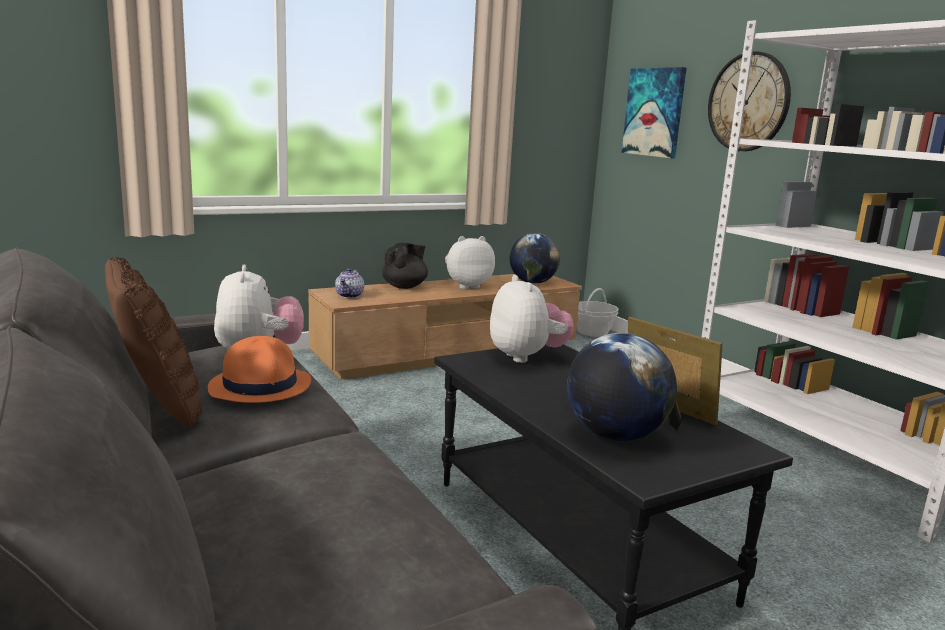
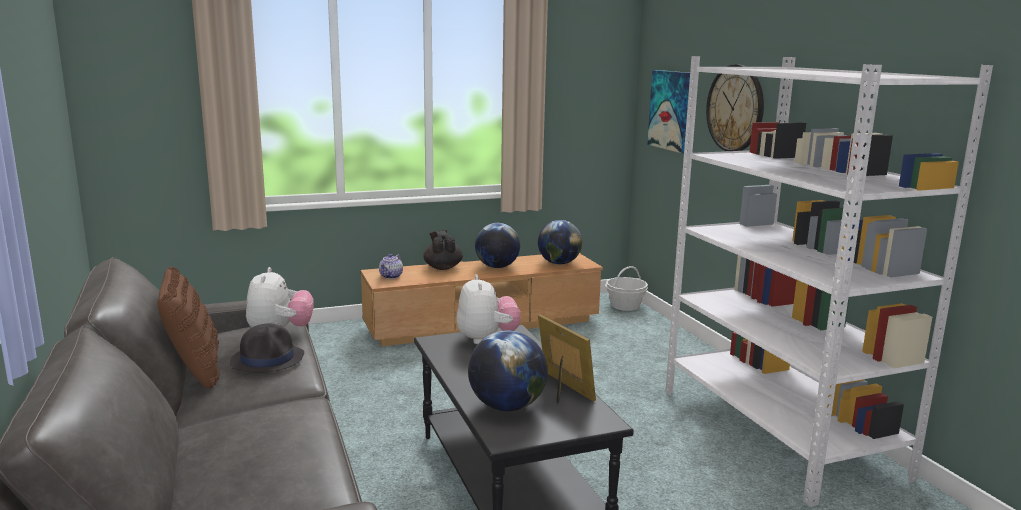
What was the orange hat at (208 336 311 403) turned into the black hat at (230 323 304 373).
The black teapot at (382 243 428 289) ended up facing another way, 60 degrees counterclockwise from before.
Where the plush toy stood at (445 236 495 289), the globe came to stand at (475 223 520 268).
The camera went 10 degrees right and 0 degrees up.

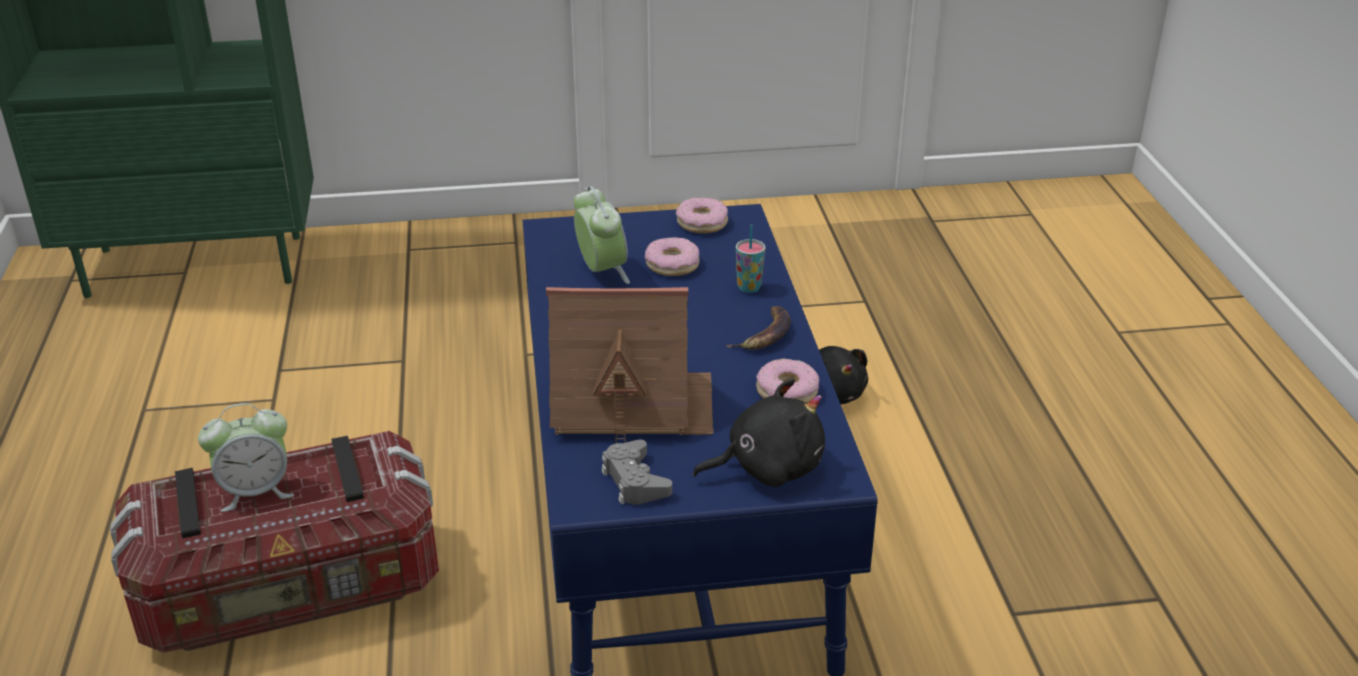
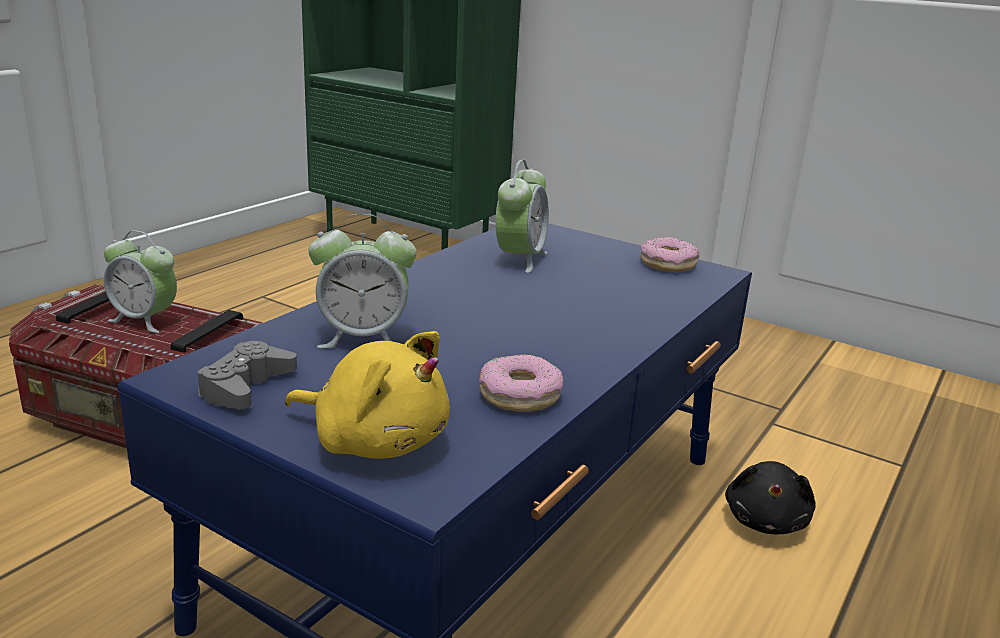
What was the black plush toy at (693 378 825 487) turned into the yellow plush toy at (285 331 450 459).
Where the toy house stood at (546 287 714 443), the alarm clock came to stand at (308 214 417 349).
The second view lost the donut at (645 237 700 276).
The second view lost the banana at (725 306 791 350).
The second view lost the cup at (736 225 766 293).
The camera went 40 degrees right and 10 degrees down.

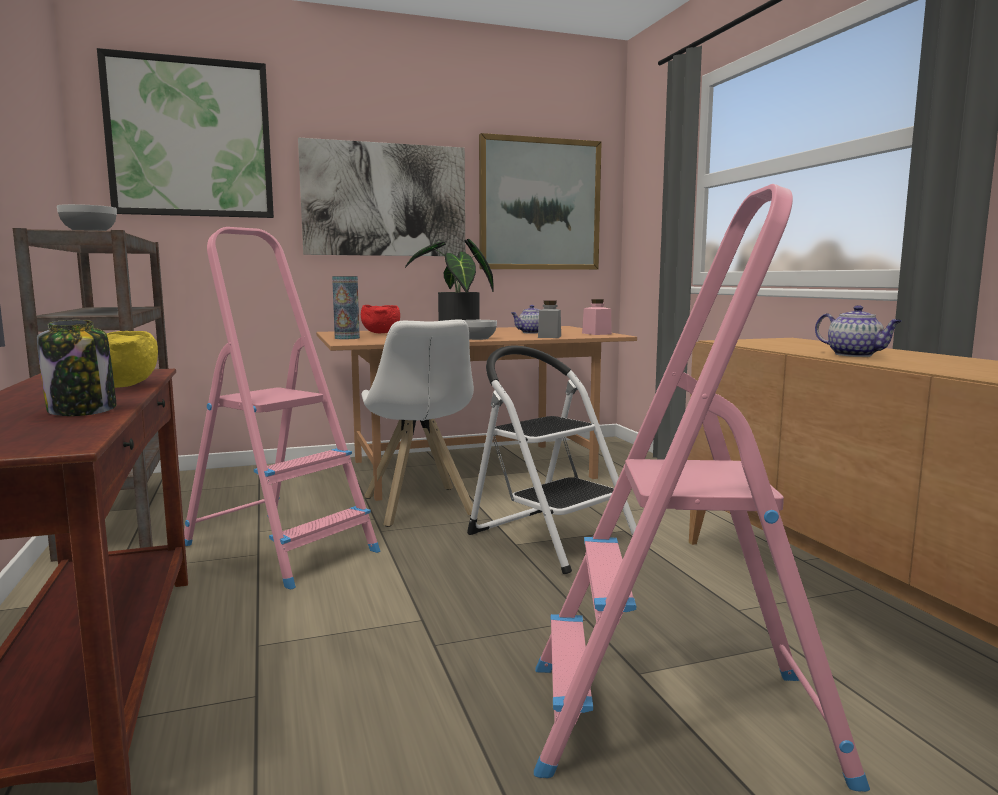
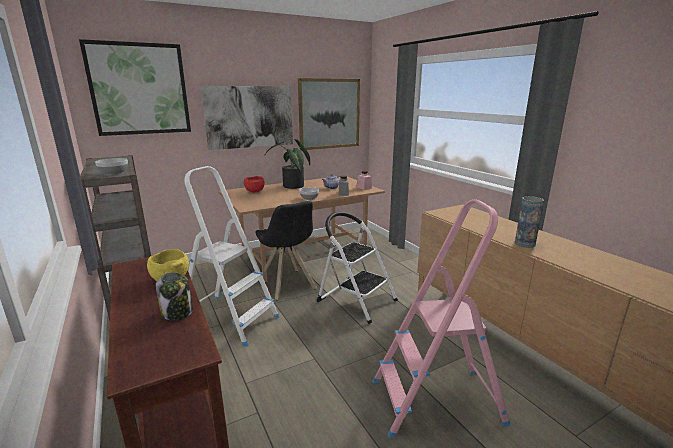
What was the pink step ladder at (184 227 380 589) turned into the white step ladder at (185 166 280 347).
What was the white chair at (361 319 474 527) turned into the black chair at (255 201 317 300).
The vase ended up elsewhere, having gone from (332 276 360 339) to (515 196 544 248).
The second view lost the teapot at (815 305 902 357).
The camera went 10 degrees left and 10 degrees up.

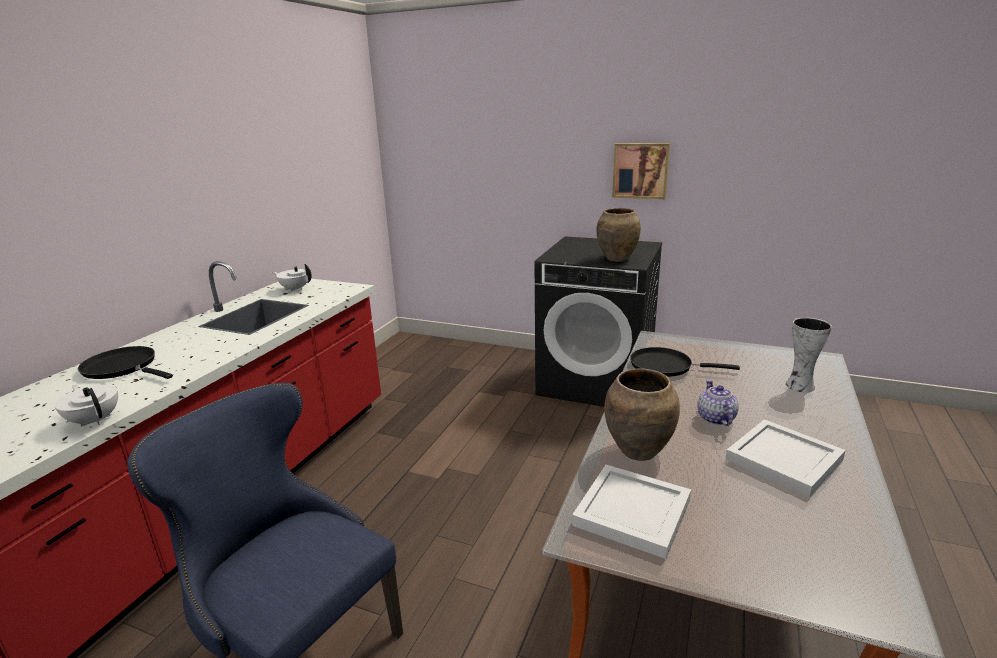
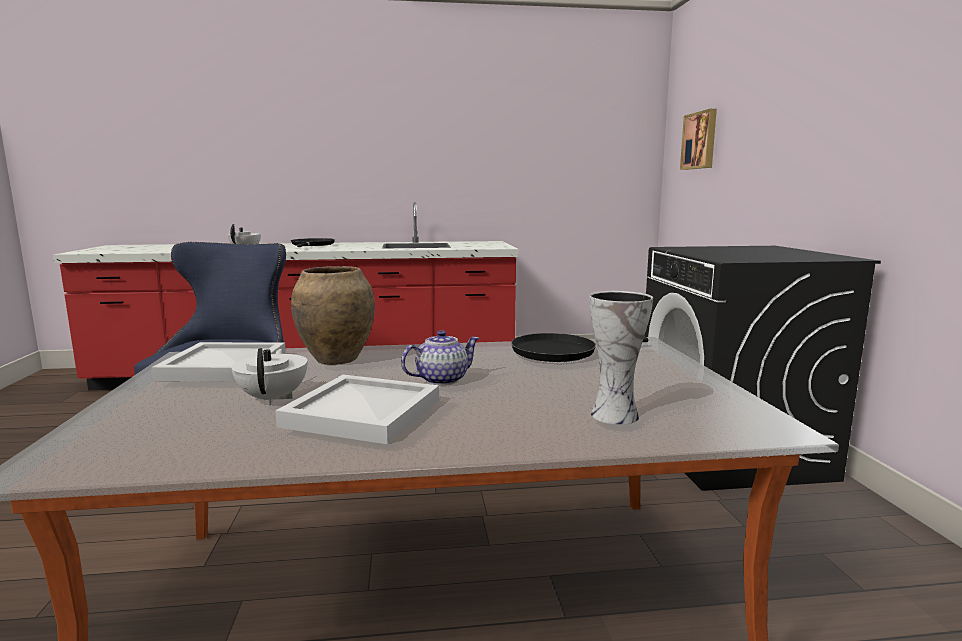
The white teapot ended up elsewhere, having gone from (273 264 312 292) to (231 348 308 405).
The black frying pan at (630 347 740 377) ended up facing another way, 90 degrees counterclockwise from before.
The picture ended up elsewhere, having gone from (612 143 670 199) to (680 109 717 170).
The second view lost the brown vase at (596 208 641 262).
The camera went 60 degrees right and 10 degrees down.

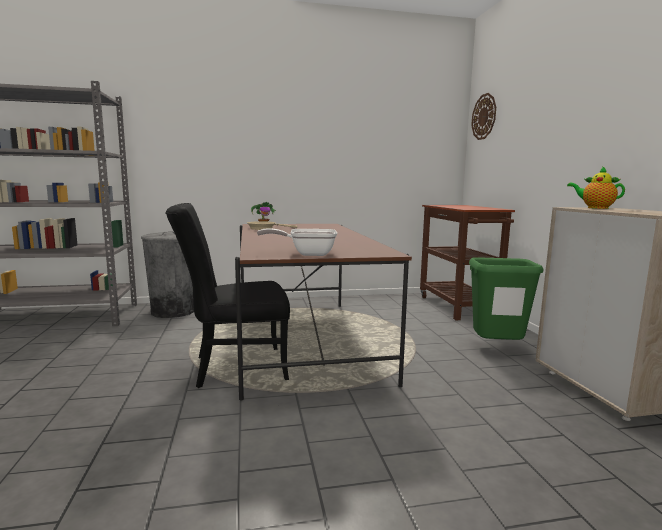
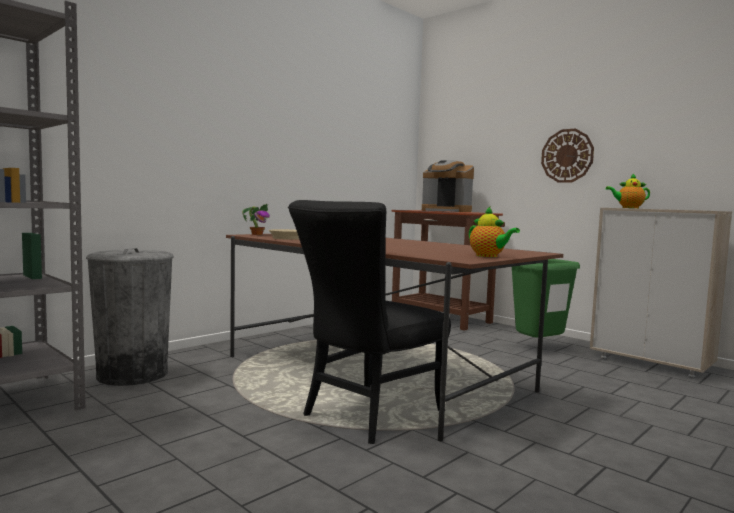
The second view gained the coffee machine at (422 160 474 212).
Where the frying pan stood at (257 228 337 256), the teapot came to stand at (469 207 520 257).
The wall clock ended up elsewhere, having gone from (471 93 496 140) to (541 129 594 183).
The camera went 35 degrees left and 5 degrees down.

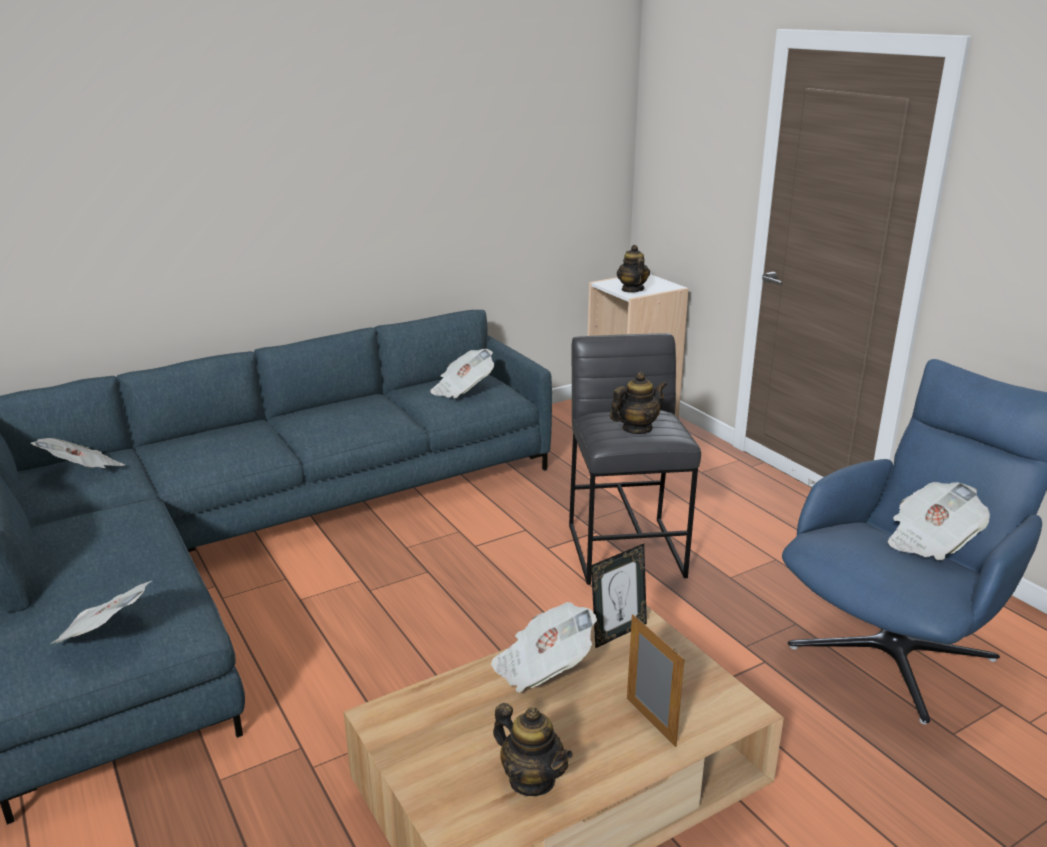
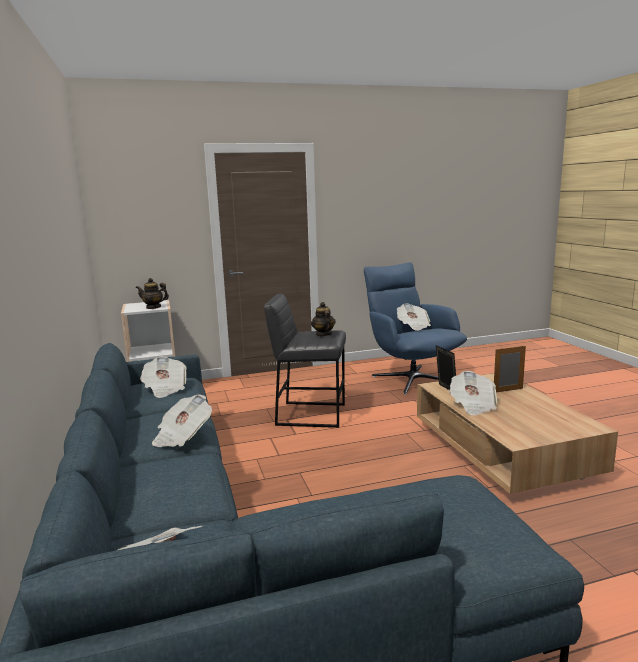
The newspaper ended up elsewhere, having gone from (51 580 153 644) to (152 394 212 447).
The second view lost the teapot at (493 703 573 796).
The camera went 75 degrees left and 10 degrees down.

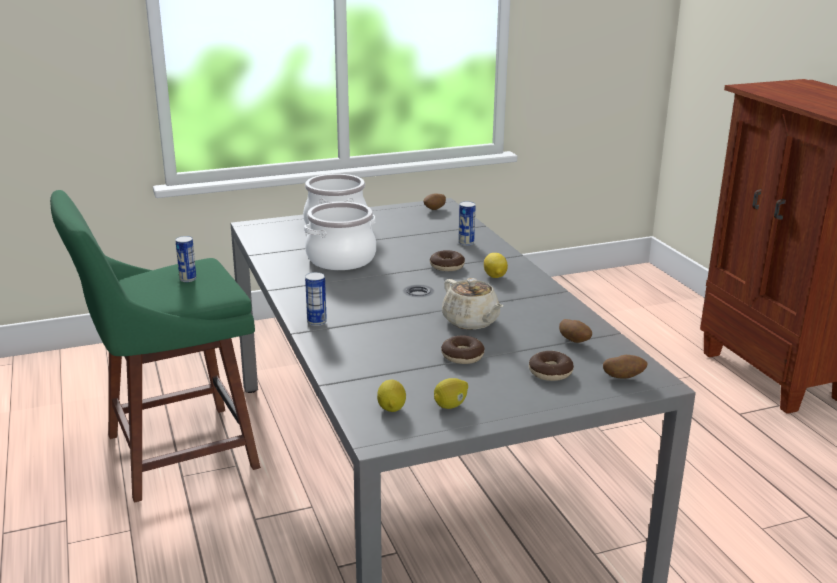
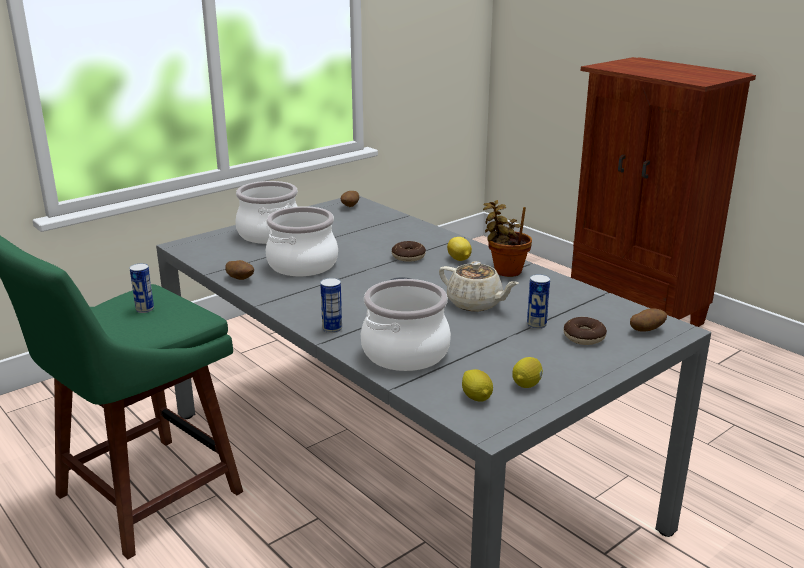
The potato ended up elsewhere, having gone from (559 319 592 343) to (225 260 254 280).
The second view gained the cooking pot at (361 279 451 371).
The second view gained the potted plant at (483 200 532 277).
The can ended up elsewhere, having gone from (458 201 476 246) to (527 274 550 329).
The second view lost the donut at (441 335 485 364).
The camera went 20 degrees left and 0 degrees up.

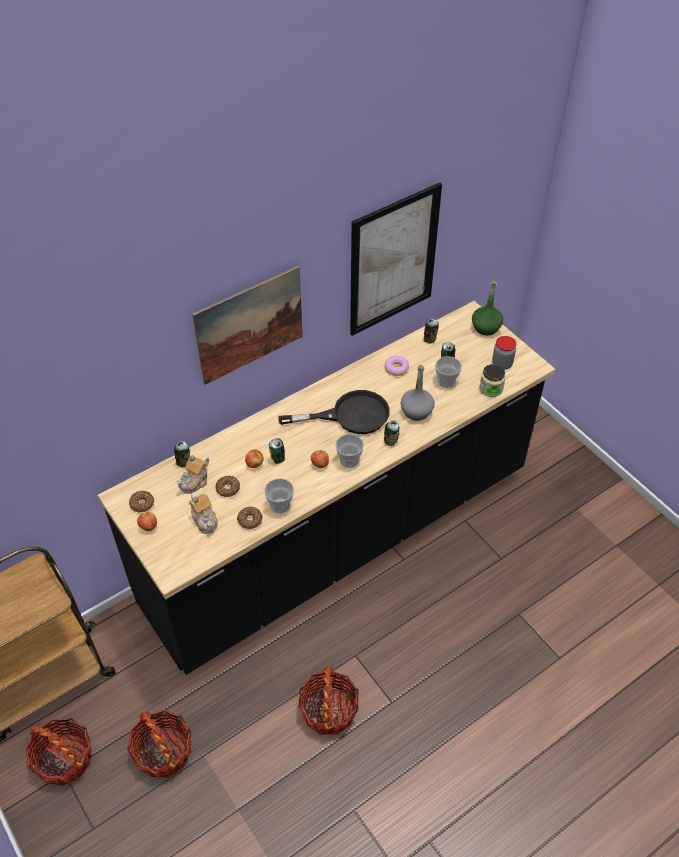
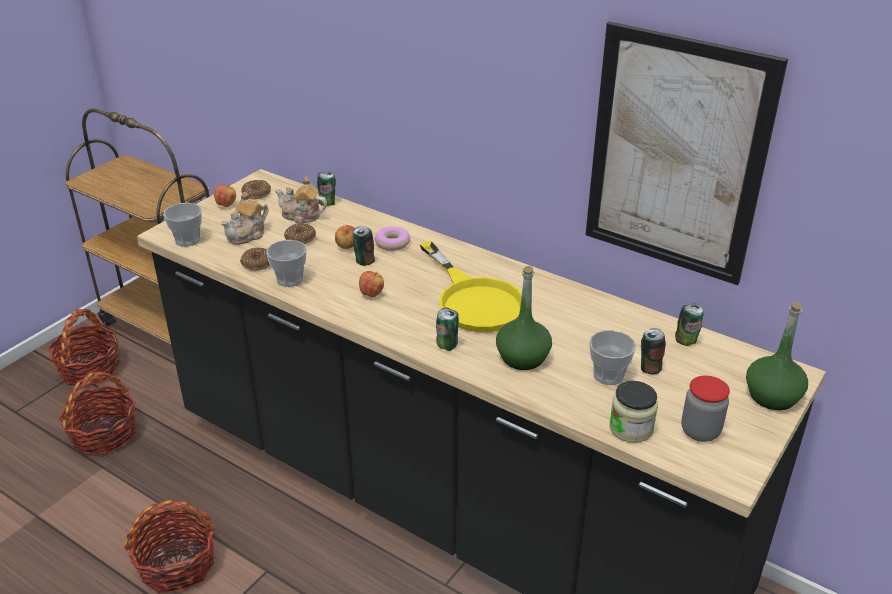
The cup ended up elsewhere, having gone from (335 434 364 468) to (163 203 202 247).
The donut ended up elsewhere, having gone from (385 356 409 376) to (374 226 410 251).
What was the black frying pan at (278 390 390 434) turned into the yellow frying pan at (420 241 522 332).
What was the grey bottle at (401 365 435 421) turned into the green bottle at (496 266 552 370).
The second view lost the picture at (192 266 303 385).
The camera went 70 degrees right and 15 degrees down.

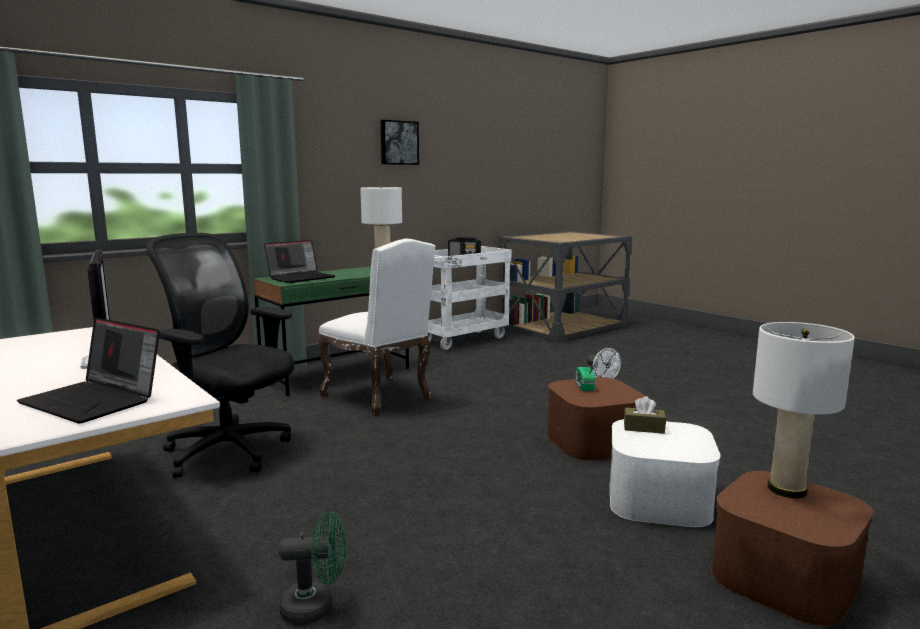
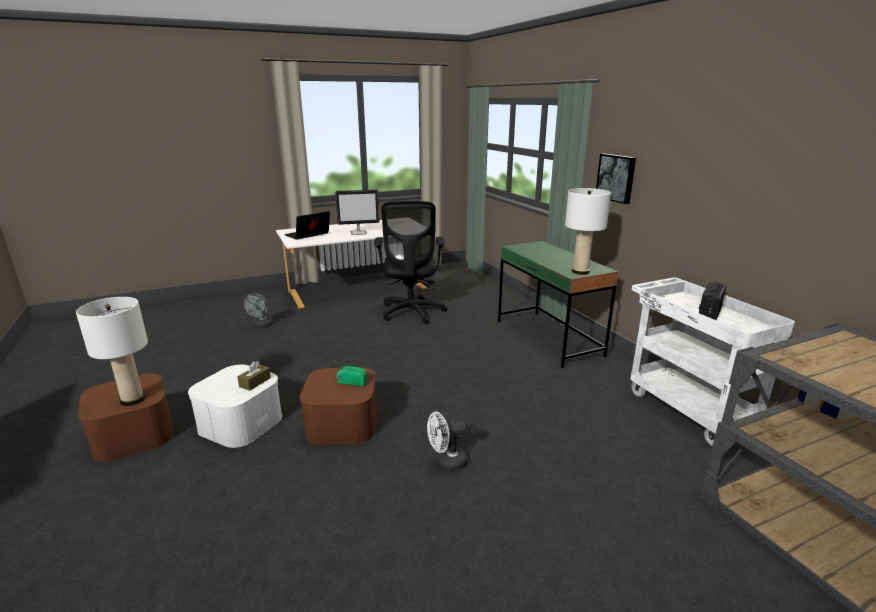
What was the green fan at (279 511 346 624) turned into the grey fan at (244 293 273 327).
The black office chair at (146 233 295 478) ended up facing another way, 135 degrees clockwise from before.
The picture ended up elsewhere, having gone from (381 120 419 165) to (596 154 636 204).
The second view lost the laptop at (264 240 336 283).
The second view lost the white chair at (318 239 435 415).
The camera went 105 degrees right and 10 degrees up.

